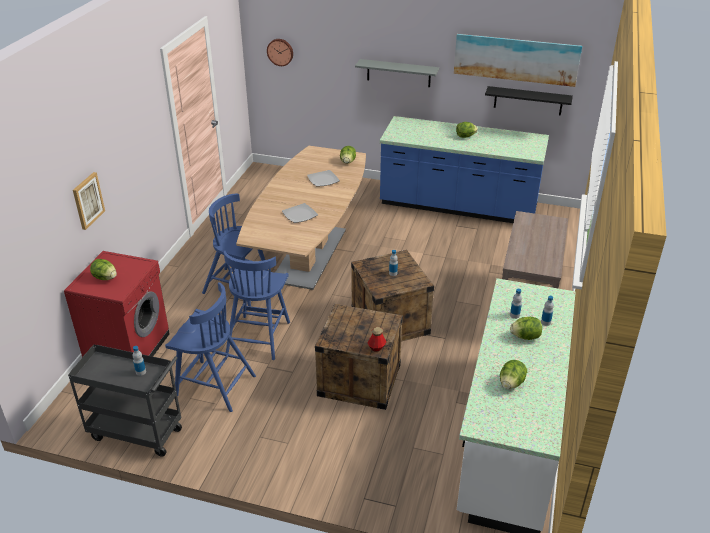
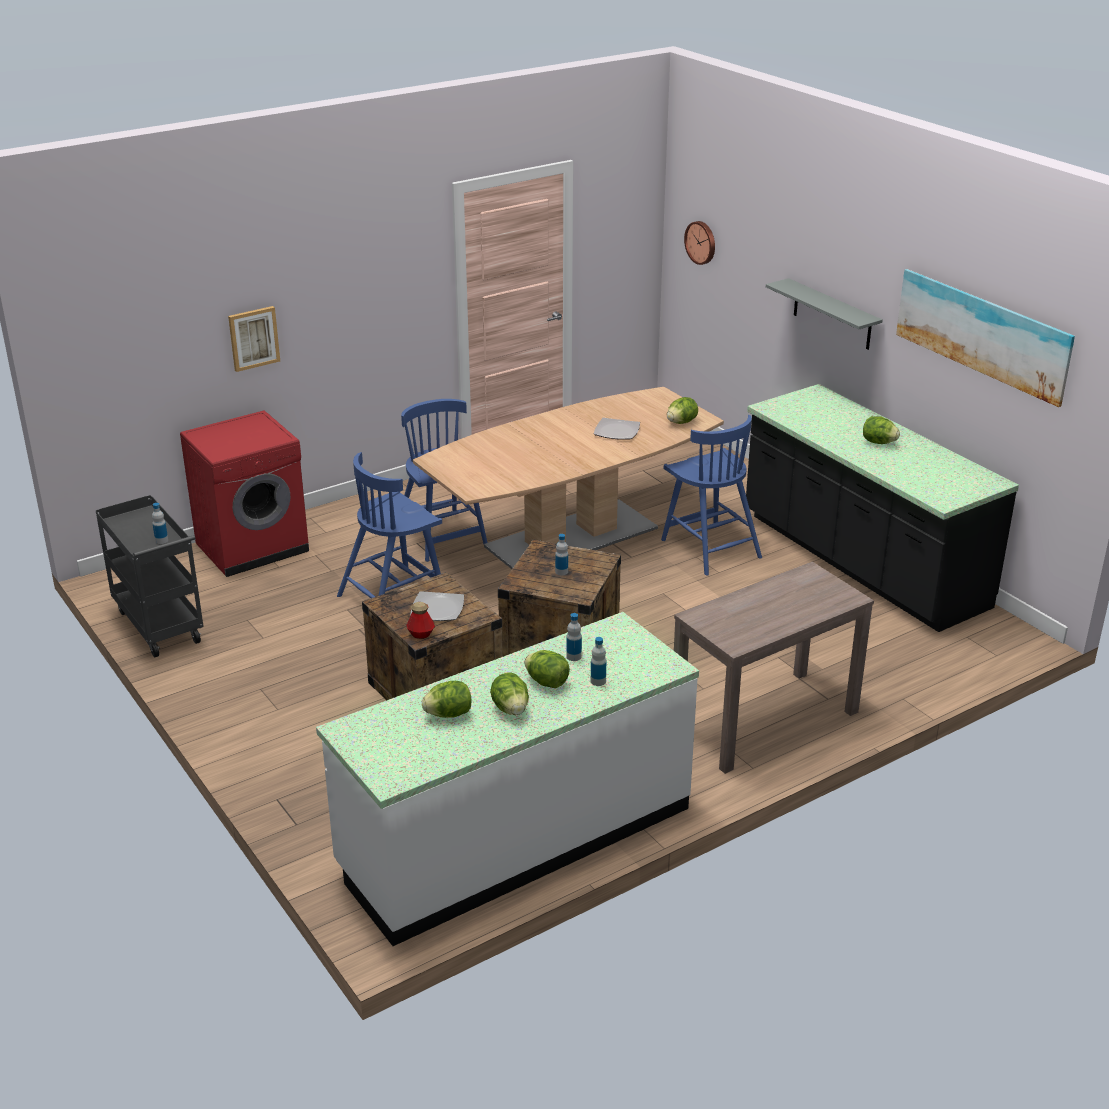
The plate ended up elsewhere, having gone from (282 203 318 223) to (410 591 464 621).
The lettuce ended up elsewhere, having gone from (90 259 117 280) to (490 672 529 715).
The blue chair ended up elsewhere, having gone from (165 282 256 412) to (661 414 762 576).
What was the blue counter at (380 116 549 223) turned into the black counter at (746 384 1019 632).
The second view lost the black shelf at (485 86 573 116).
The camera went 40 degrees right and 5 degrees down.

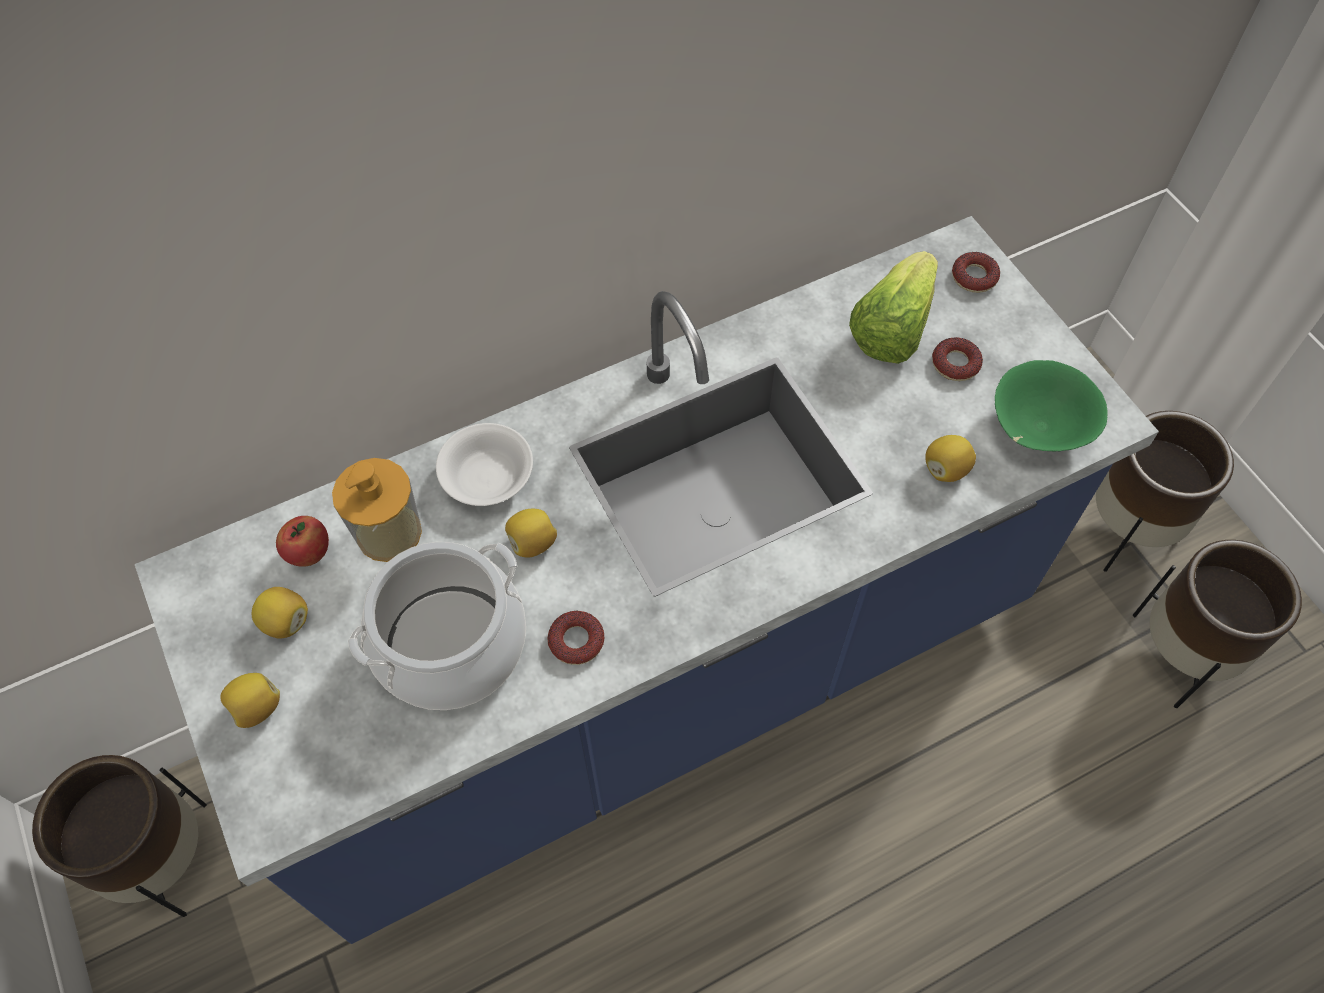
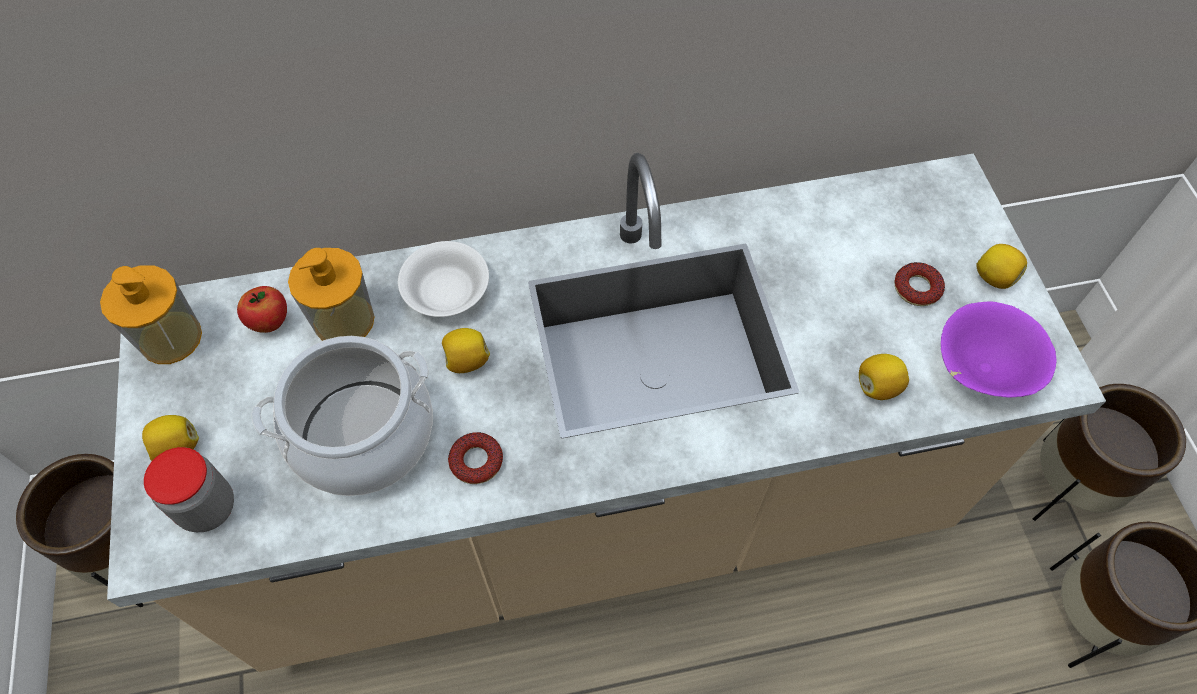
The second view gained the soap dispenser at (100 265 202 364).
What was the blue counter at (135 216 1159 944) turned into the beige counter at (107 153 1106 672).
The second view gained the jar at (144 447 234 532).
What was the green bowl at (995 360 1108 451) turned into the purple bowl at (941 301 1056 397).
The lemon ended up elsewhere, having gone from (252 587 308 639) to (976 244 1027 289).
The second view lost the lettuce at (849 251 938 364).
The second view lost the donut at (952 252 1000 293).
The camera went 15 degrees right and 0 degrees up.

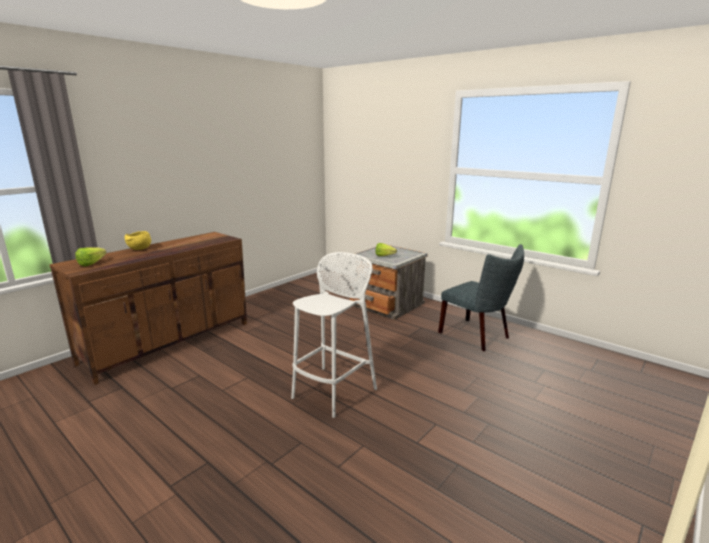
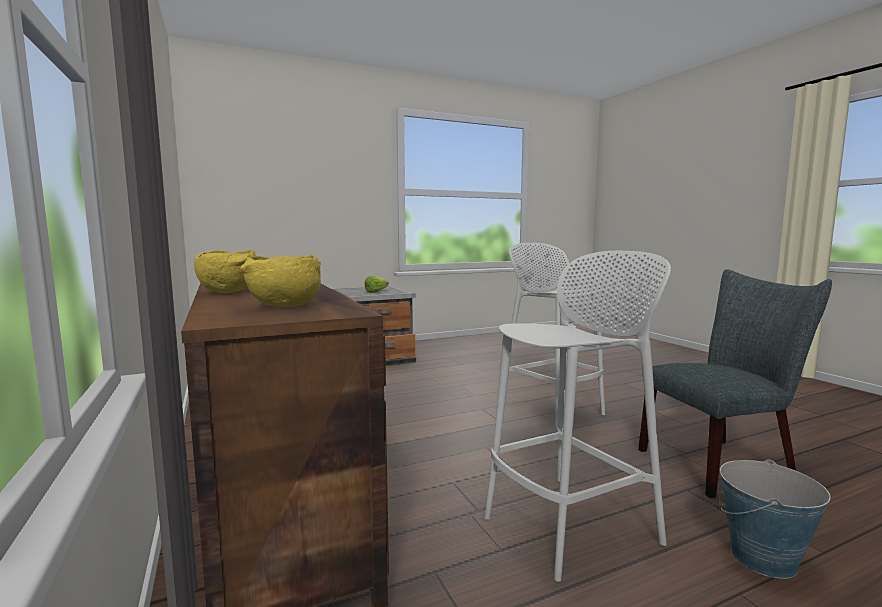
Where the lettuce stood at (75 247 106 266), the yellow bowl came to stand at (240 255 321 308).
The second view gained the white stool at (484 251 671 582).
The grey chair ended up elsewhere, having gone from (438 244 524 351) to (638 269 832 498).
The second view gained the bucket at (717 459 831 579).
The camera went 65 degrees left and 10 degrees down.

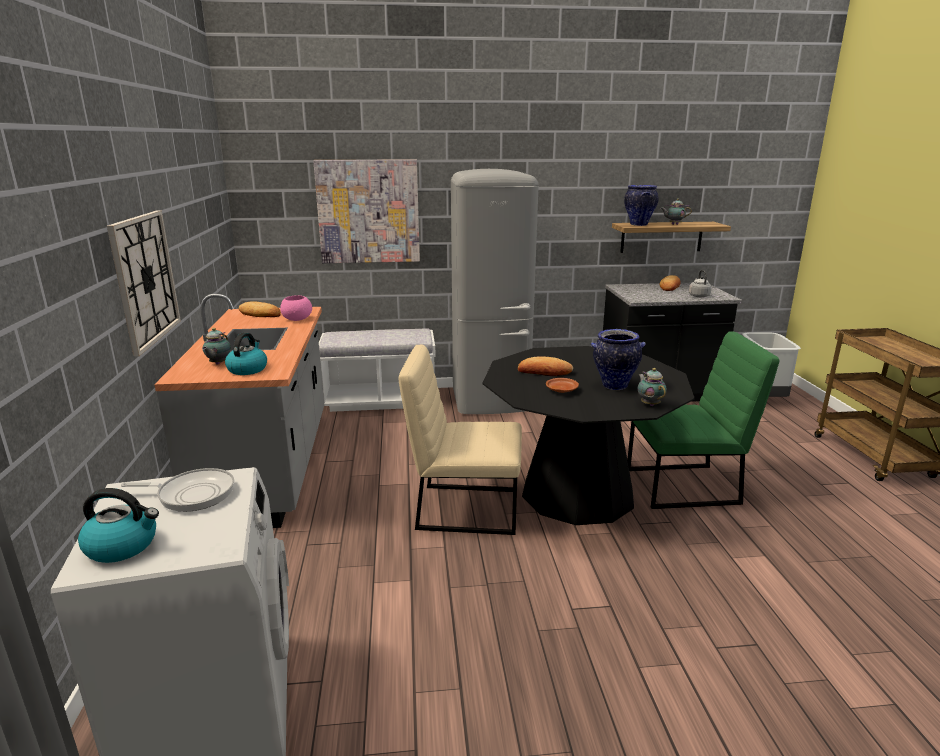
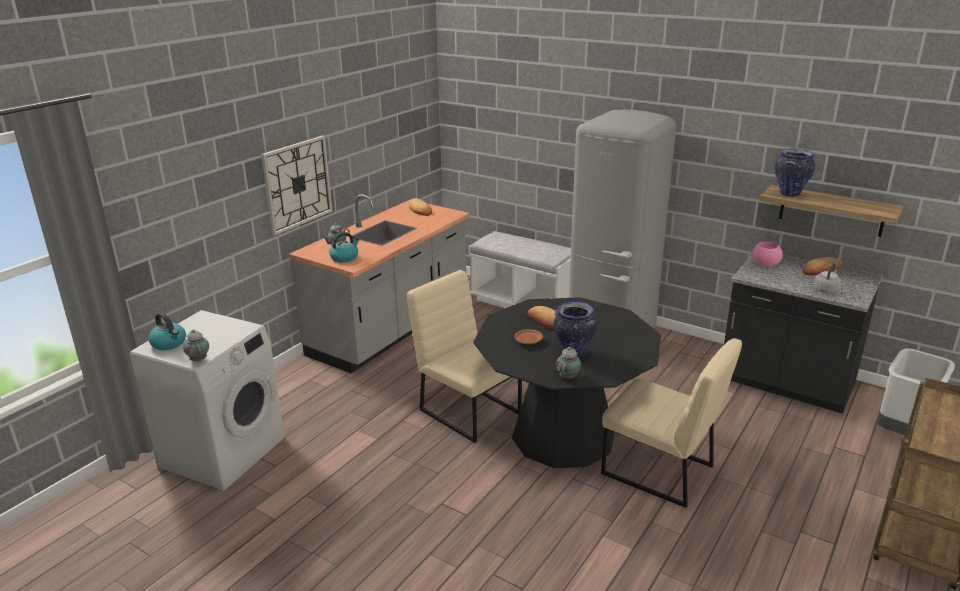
The teapot ended up elsewhere, having gone from (661 198 692 225) to (183 329 209 362).
What was the green chair at (627 331 780 509) turned into the beige chair at (601 338 742 508).
The pink bowl ended up elsewhere, having gone from (280 295 312 321) to (752 242 783 267).
The second view lost the frying pan at (121 468 234 512).
The second view lost the picture at (313 159 420 263).
The camera went 40 degrees right and 5 degrees up.

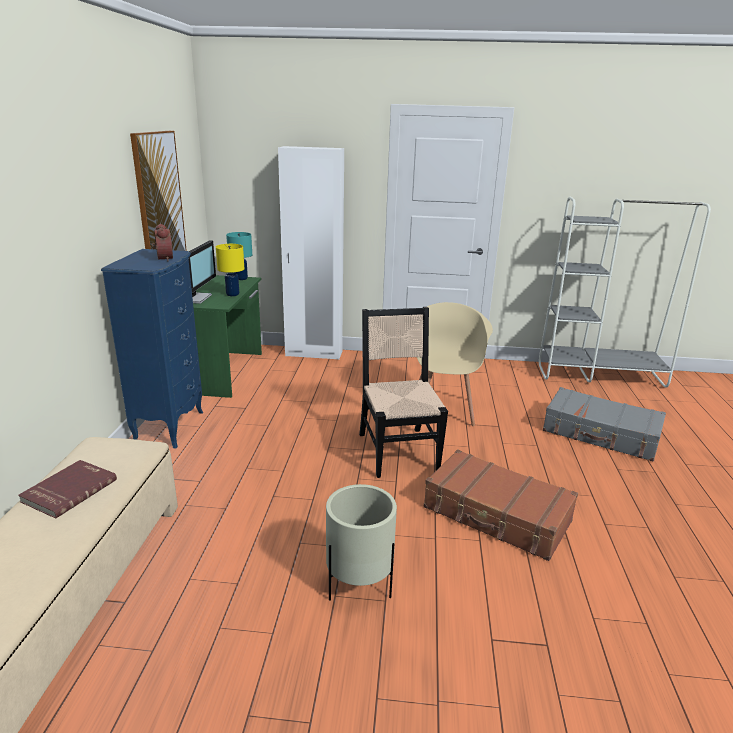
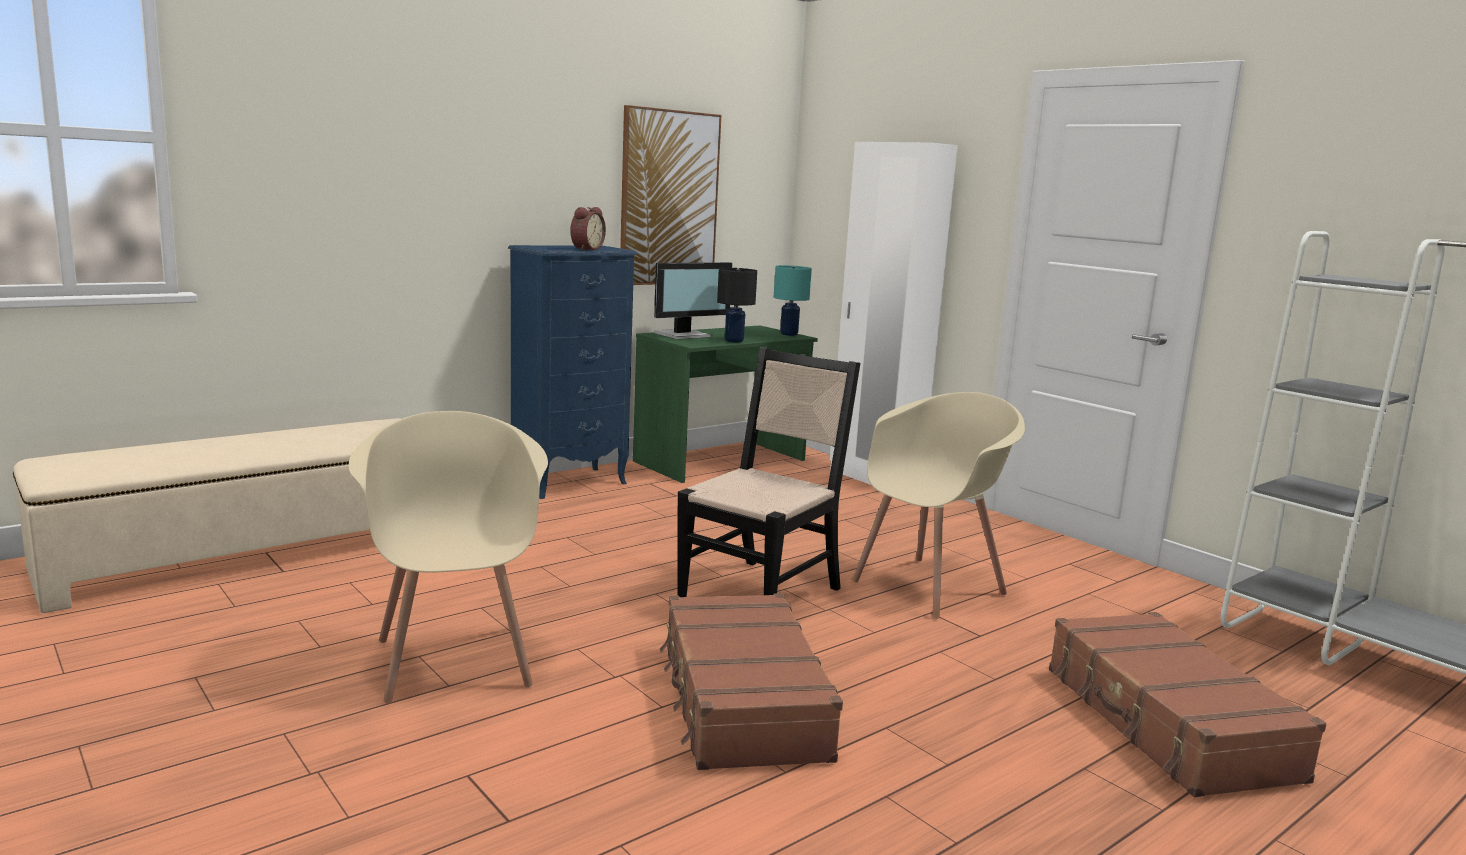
Where the beige planter stood at (326 484 397 601), the beige chair came to stand at (349 411 548 704).
What was the yellow table lamp at (216 244 244 296) turned into the black table lamp at (717 268 757 343).
What was the grey suitcase at (543 387 666 461) turned into the brown suitcase at (1049 612 1326 797).
The second view lost the red book at (18 460 117 519).
The camera went 45 degrees right and 10 degrees down.

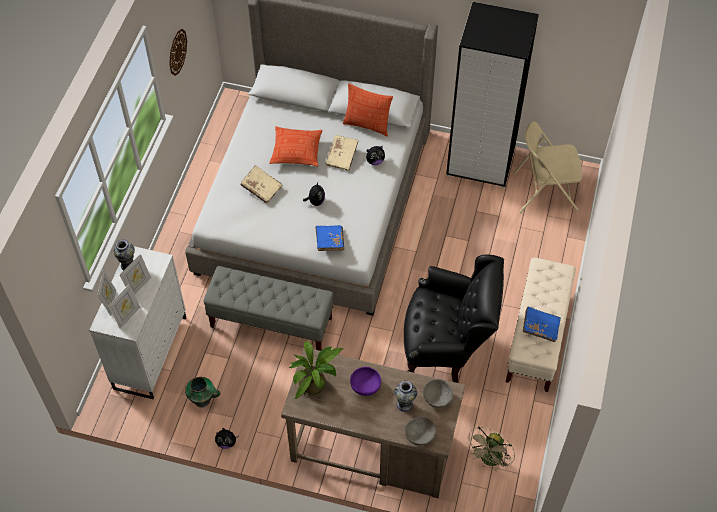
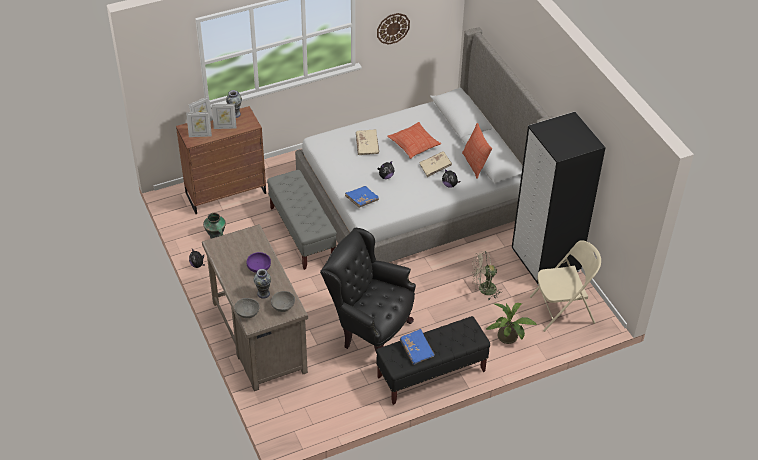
What was the white dresser at (89 246 186 399) turned into the brown dresser at (176 106 266 214).
The black armchair at (404 255 504 383) ended up facing another way, 150 degrees clockwise from before.
What was the beige bench at (505 258 576 392) turned into the black bench at (376 316 490 405).
The beige fan ended up elsewhere, having gone from (465 427 515 470) to (471 251 503 300).
The potted plant ended up elsewhere, having gone from (289 341 343 399) to (486 303 537 344).
The beige chair at (513 121 582 214) ended up facing another way, 120 degrees clockwise from before.
The camera went 50 degrees right and 10 degrees down.

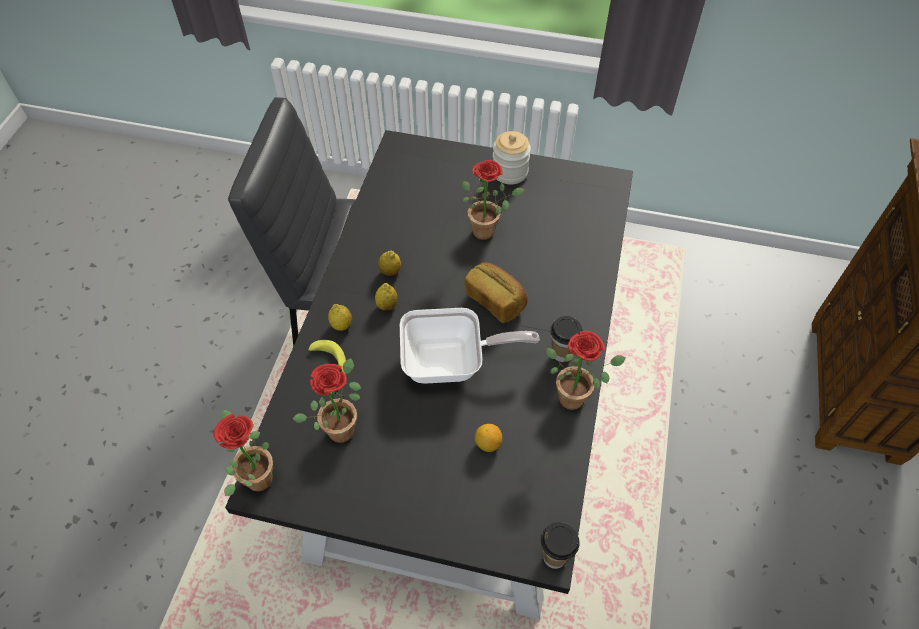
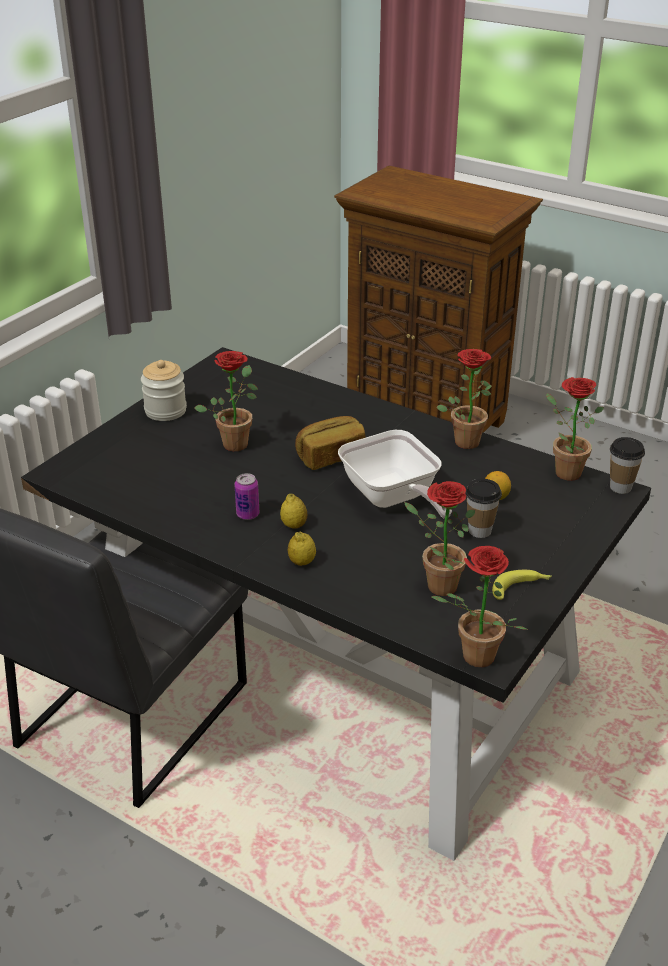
Where the lemon stood at (378 251 401 276), the can came to stand at (234 473 259 520).
The frying pan at (400 308 540 384) ended up facing another way, 135 degrees clockwise from before.
The cup ended up elsewhere, having gone from (550 316 583 362) to (465 479 502 538).
The banana ended up elsewhere, having gone from (309 340 346 373) to (492 570 552 600).
The second view gained the potted plant at (546 377 604 481).
The camera went 70 degrees left and 20 degrees down.

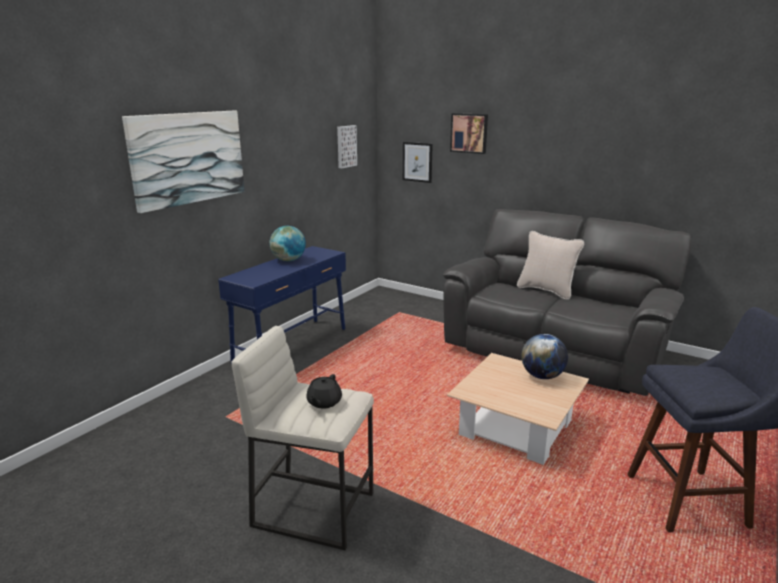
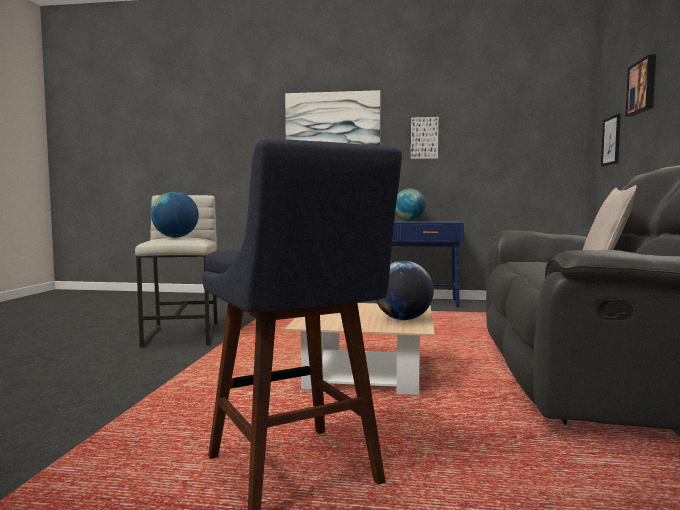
Where the black teapot stood at (306 374 342 409), the globe came to stand at (151 192 199 237).
The picture ended up elsewhere, having gone from (337 125 357 168) to (411 117 439 159).
The camera went 65 degrees right and 15 degrees down.

